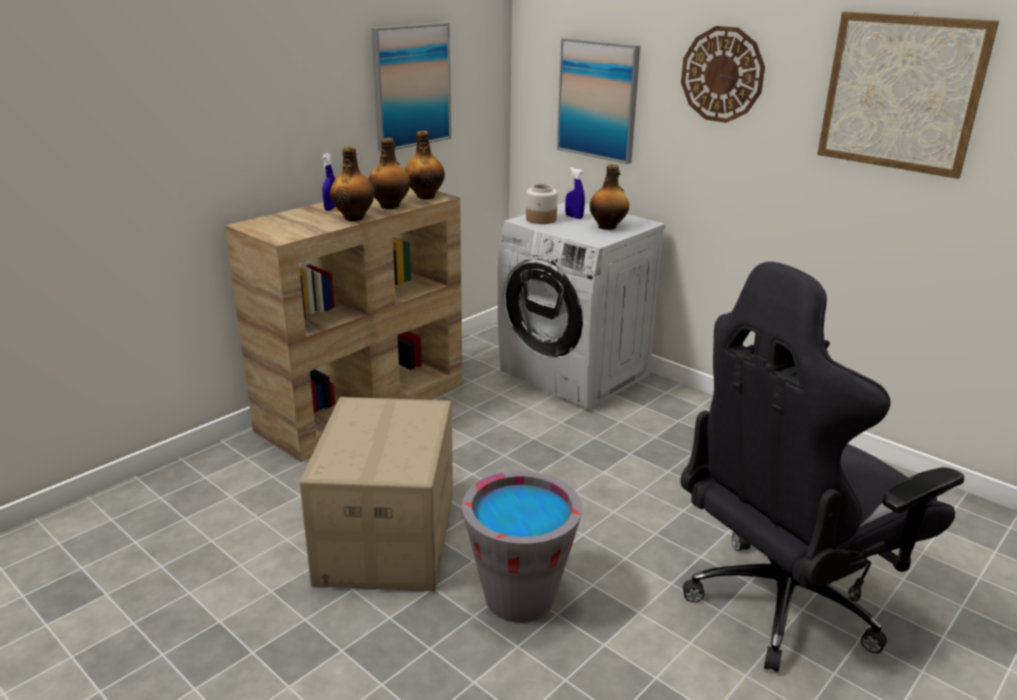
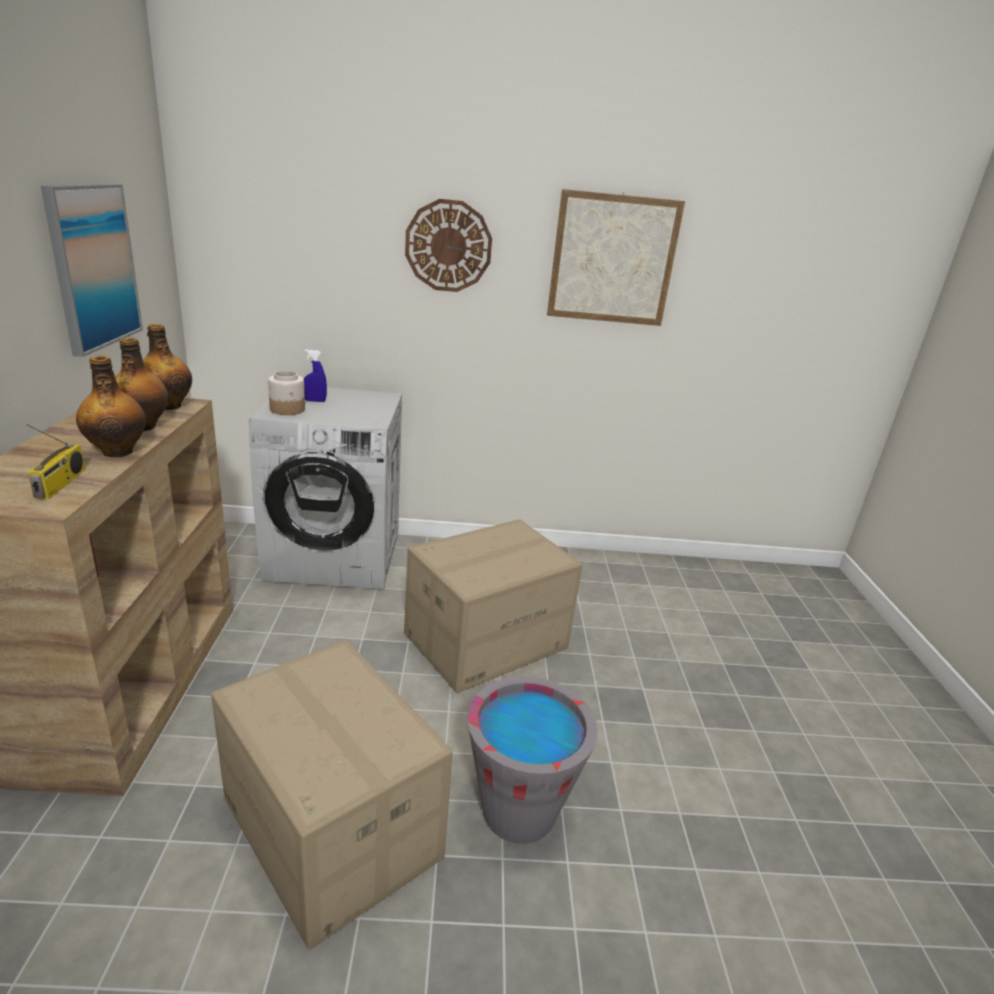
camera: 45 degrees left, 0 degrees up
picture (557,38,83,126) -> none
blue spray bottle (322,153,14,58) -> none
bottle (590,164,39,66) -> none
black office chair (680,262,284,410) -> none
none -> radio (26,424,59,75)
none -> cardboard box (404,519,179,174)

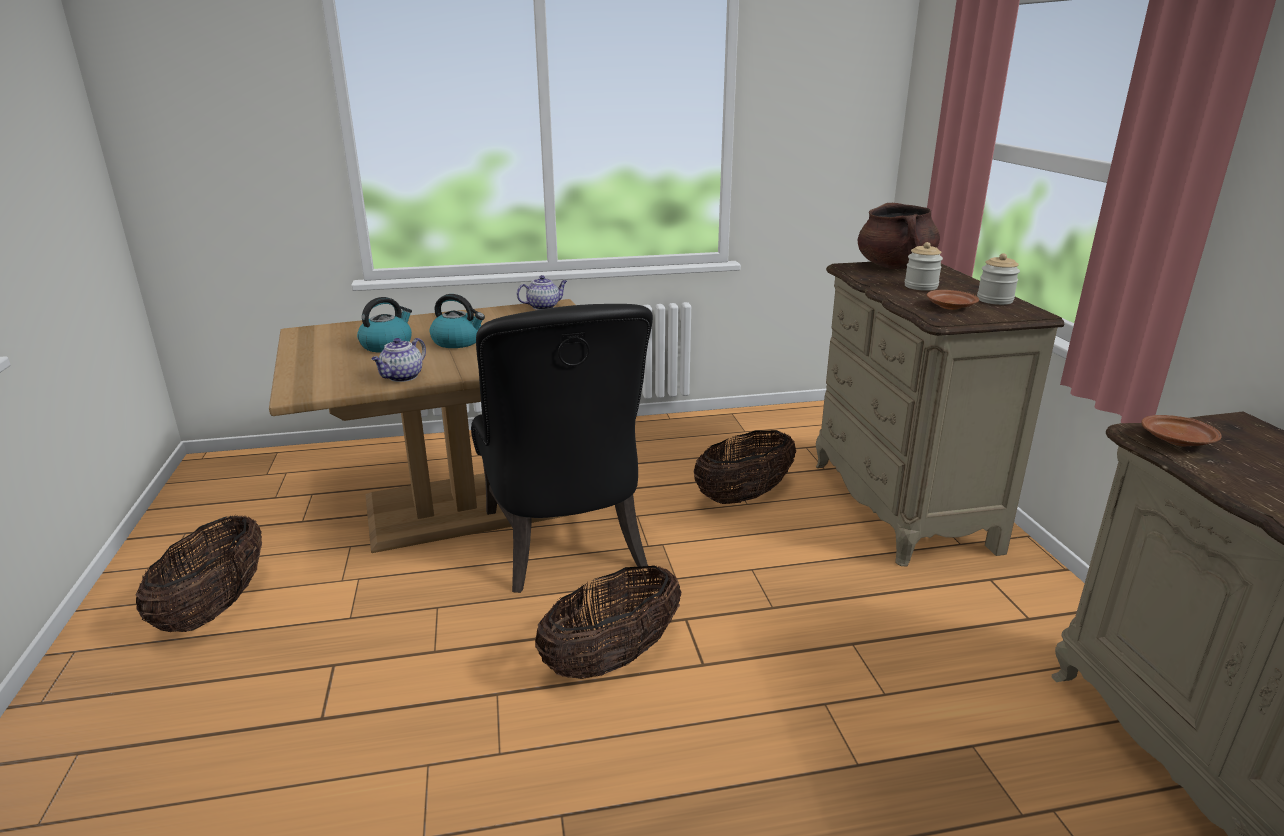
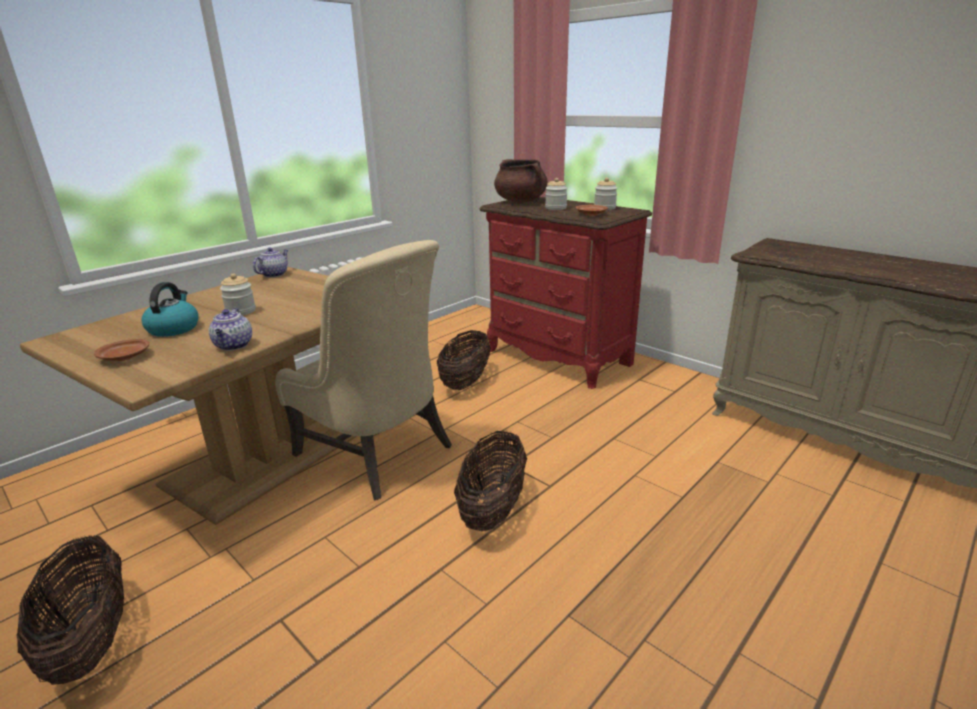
camera: 35 degrees left, 0 degrees up
beige dresser (816,262,249,305) -> red dresser (479,197,173,192)
kettle (430,294,55,54) -> jar (220,273,36,42)
black chair (471,304,182,289) -> beige chair (275,240,177,261)
brown plate (1141,415,80,31) -> brown plate (94,339,55,22), moved

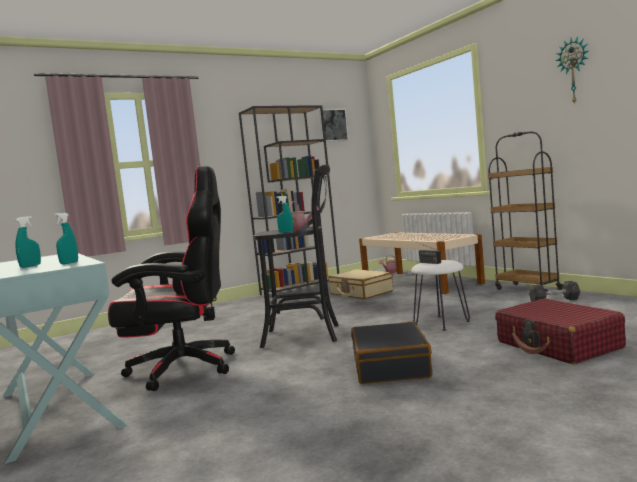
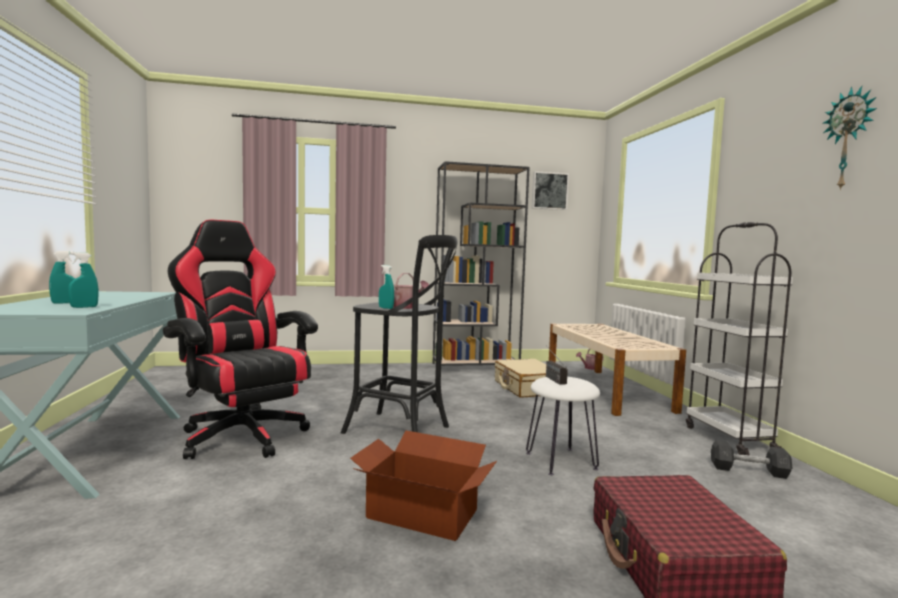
camera: 20 degrees right, 0 degrees up
brown cart (488,132,75,160) -> white cart (686,222,107,234)
black office chair (108,166,127,225) -> black office chair (163,220,155,239), 150 degrees counterclockwise
black suitcase (351,322,81,62) -> cardboard box (350,430,147,111)

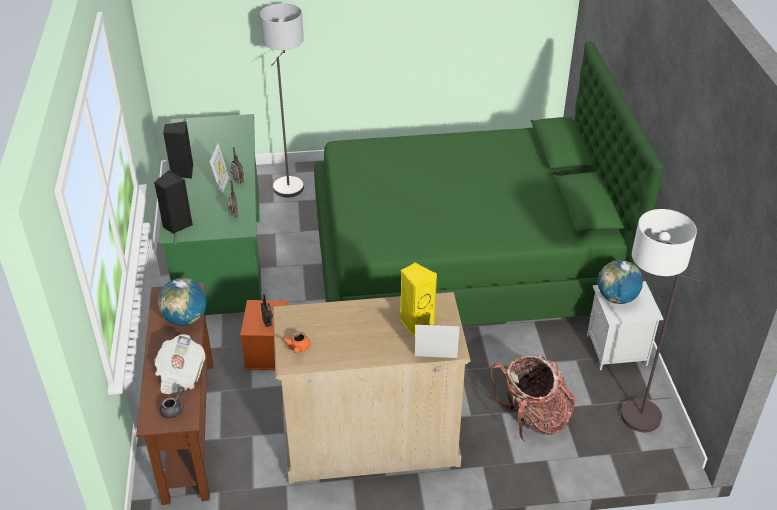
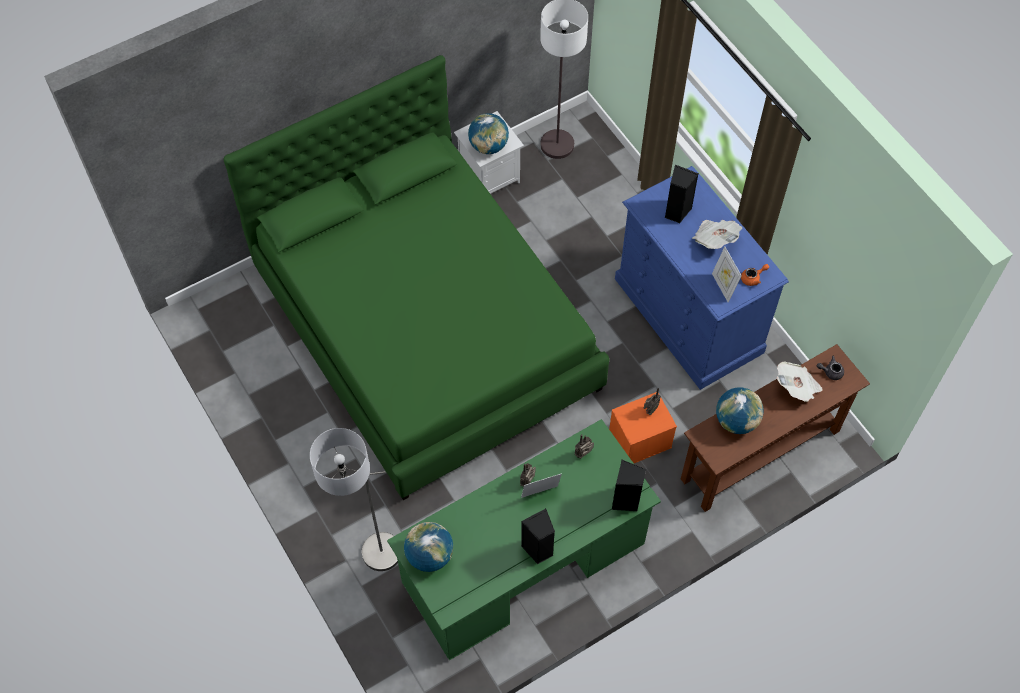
camera: 115 degrees left, 20 degrees up
yellow speaker (400,262,37,75) -> black speaker (665,165,34,58)
beige dresser (273,292,198,191) -> blue dresser (615,166,174,224)
picture frame (415,325,45,33) -> picture frame (712,247,30,55), moved
backpack (491,354,84,88) -> none
none -> newspaper (692,220,50,29)
none -> globe (404,522,49,50)

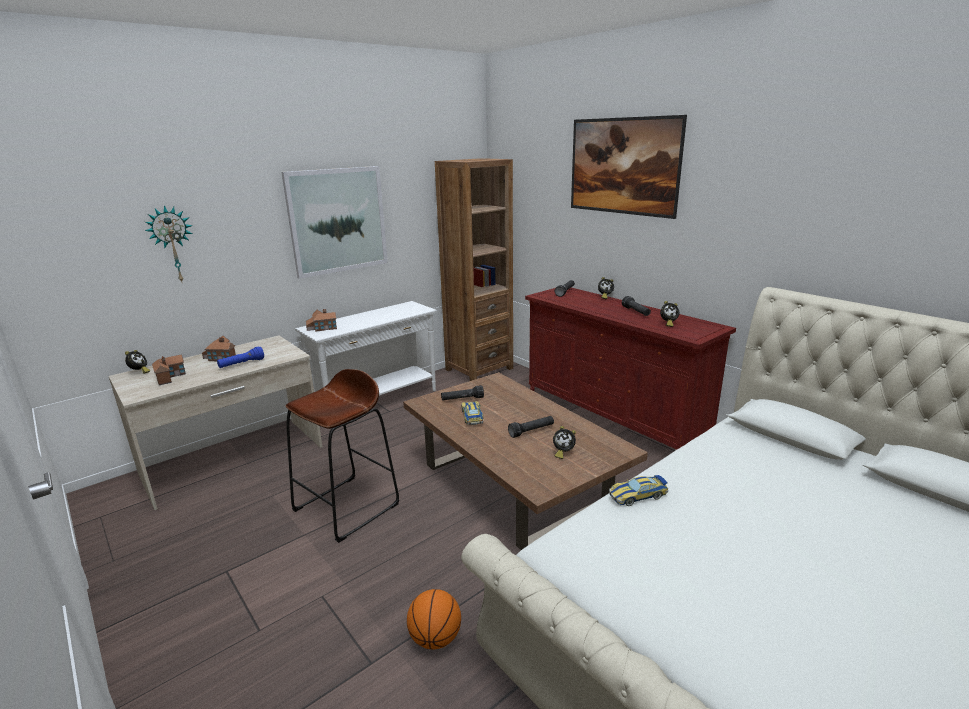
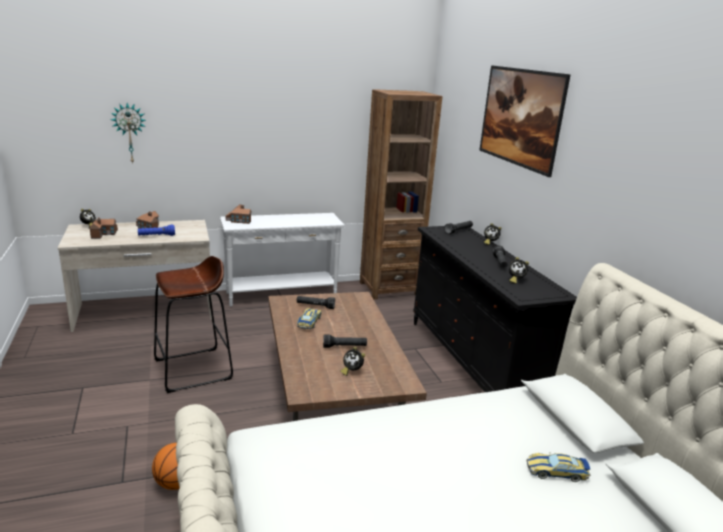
camera: 20 degrees right, 0 degrees up
picture (281,166,107,113) -> none
red dresser (525,288,211,161) -> black dresser (413,226,164,166)
toy car (609,475,59,31) -> toy car (527,453,63,29), moved

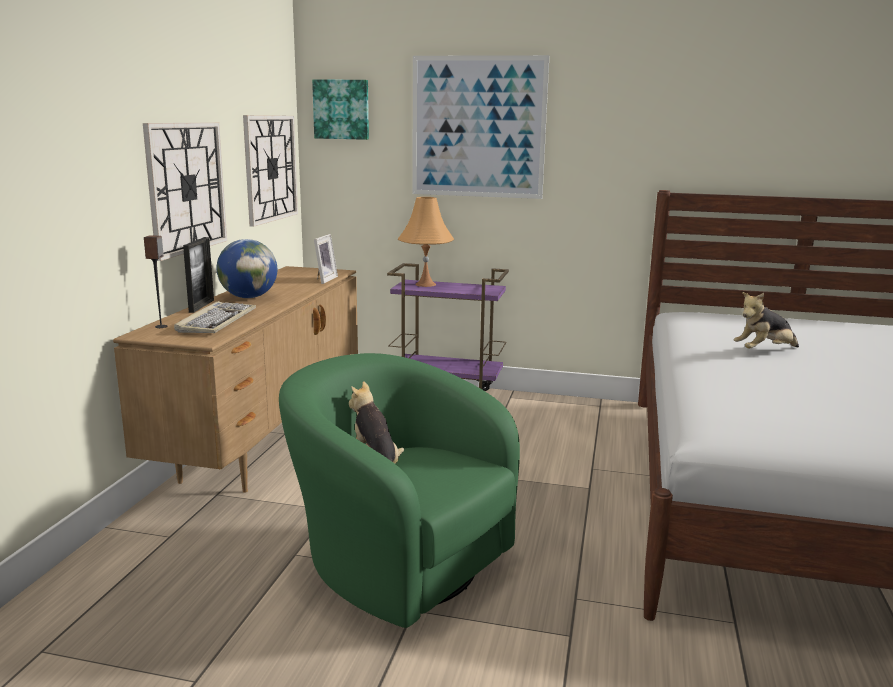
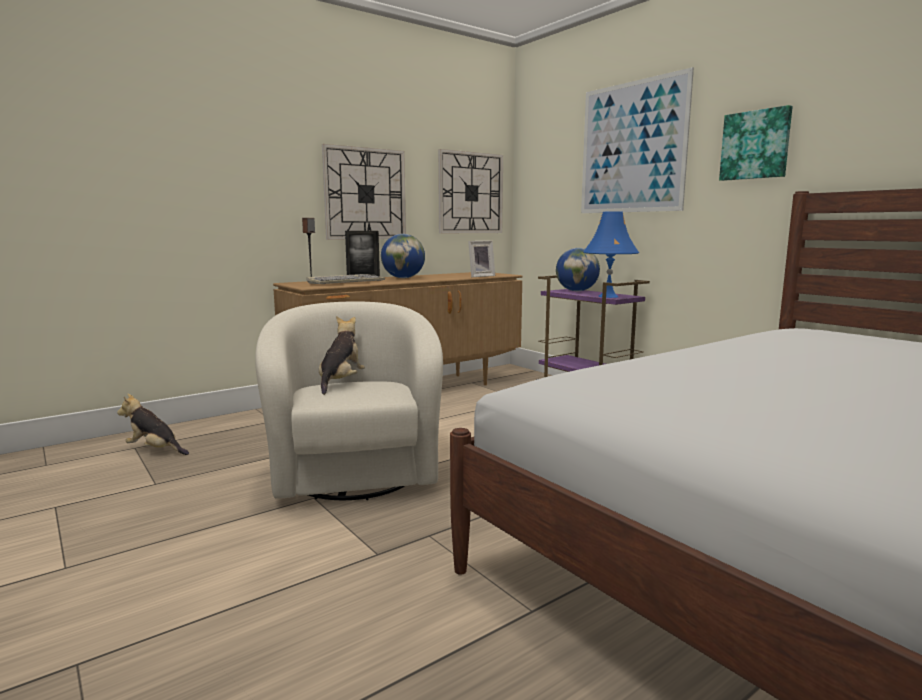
camera: 40 degrees right, 5 degrees down
picture (312,80,57,60) -> picture (719,105,74,76), moved
orange table lamp (398,197,56,90) -> globe (556,248,44,43)
plush toy (734,292,65,57) -> plush toy (117,394,72,61), moved
green armchair (279,353,241,275) -> beige armchair (255,301,188,199)
none -> blue table lamp (583,211,56,87)

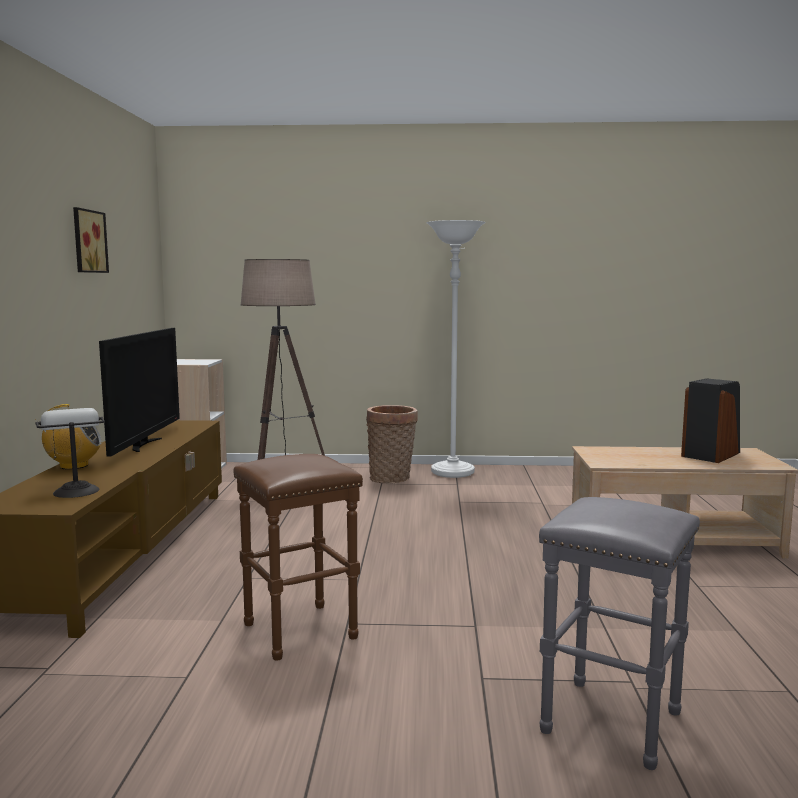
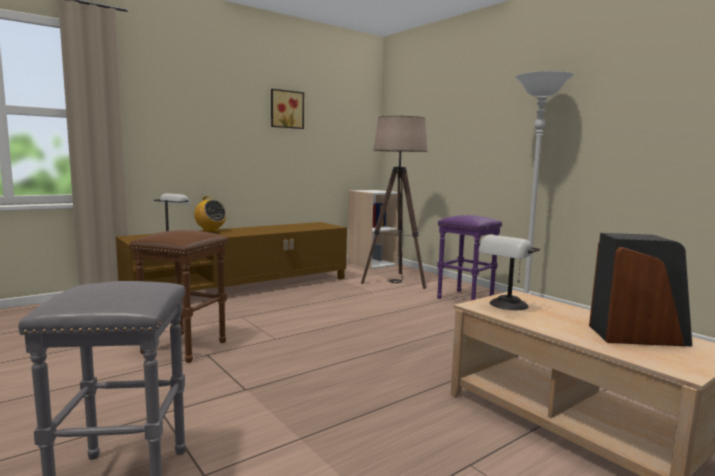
camera: 50 degrees right, 0 degrees up
television (99,328,81,129) -> none
basket (366,405,52,78) -> purple stool (437,215,65,86)
none -> table lamp (478,235,62,75)

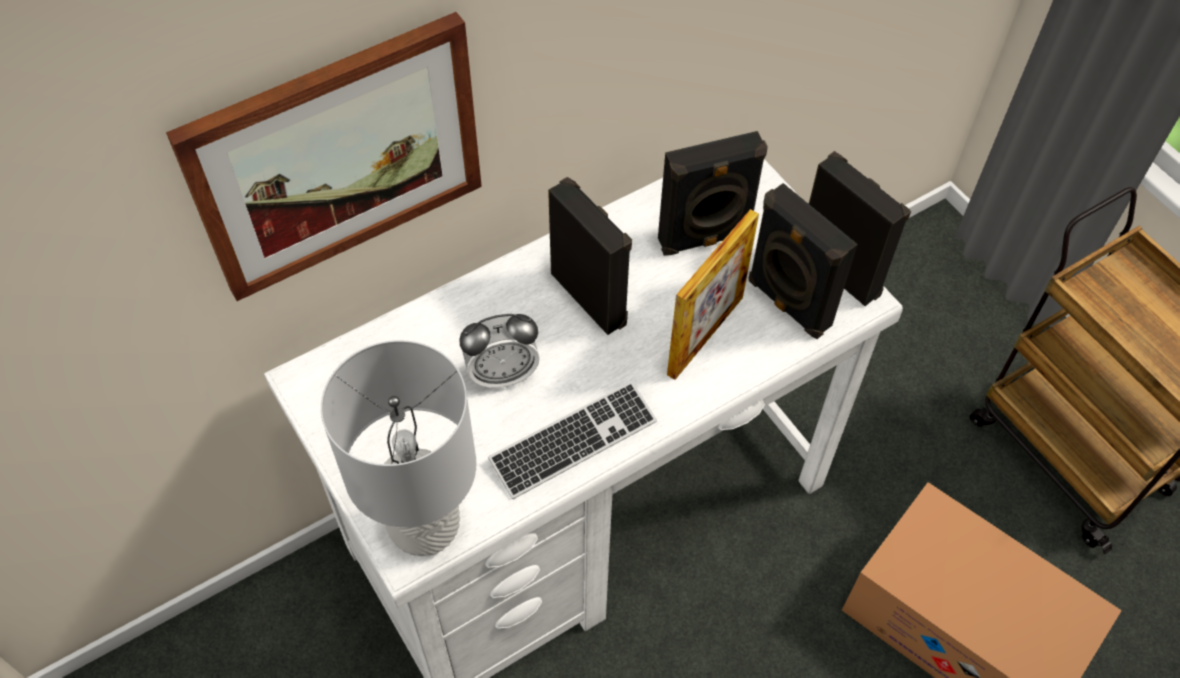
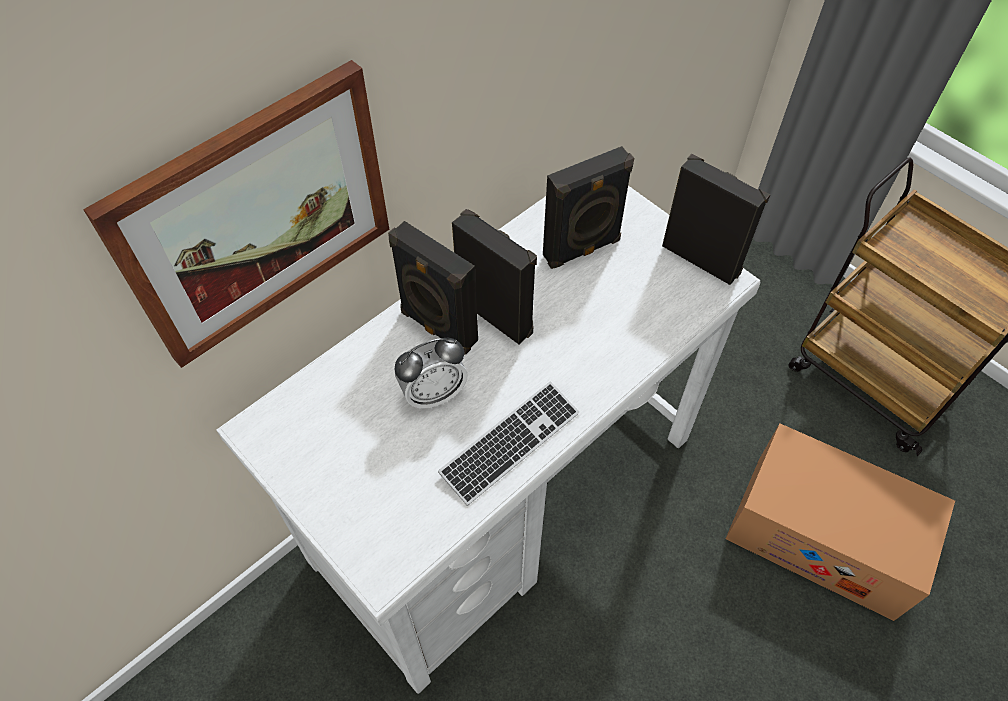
camera: 10 degrees left, 0 degrees up
black speaker (748,183,110,156) -> black speaker (388,221,90,134), moved
picture frame (667,209,92,171) -> none
grey table lamp (321,340,155,216) -> none

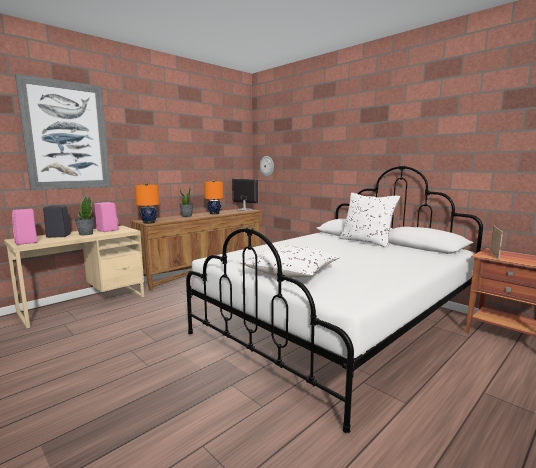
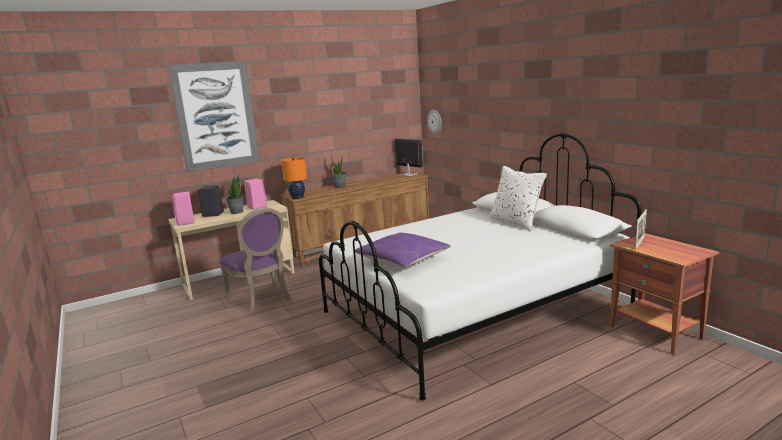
camera: 15 degrees right, 5 degrees up
orange table lamp (204,180,20,34) -> none
white pillow (240,246,100,32) -> purple pillow (355,233,96,34)
none -> purple chair (220,207,72,107)

